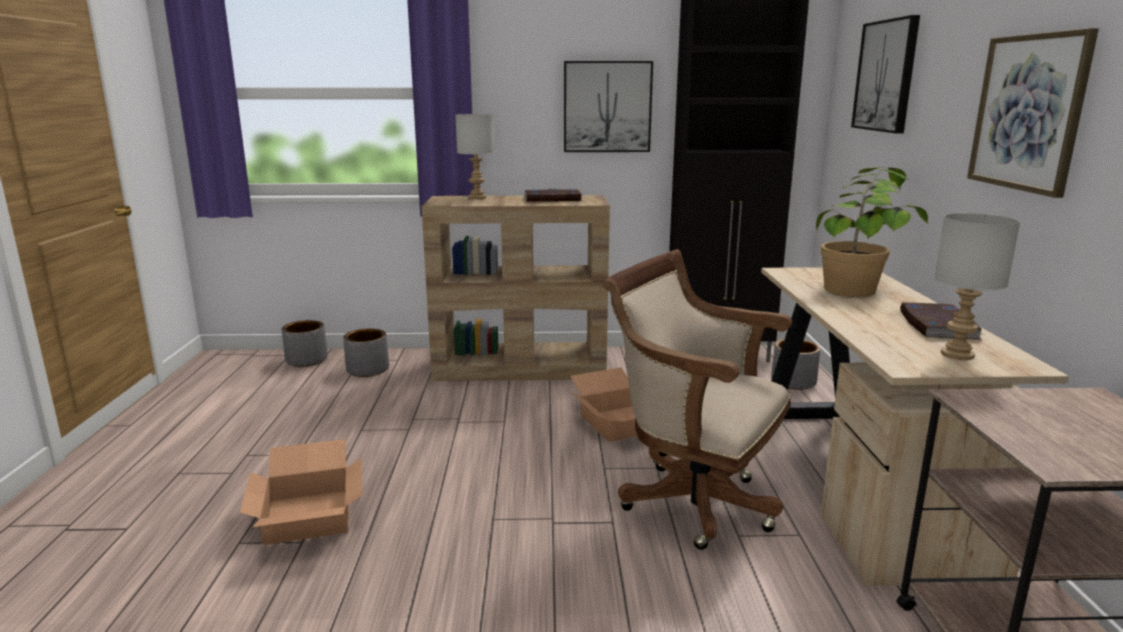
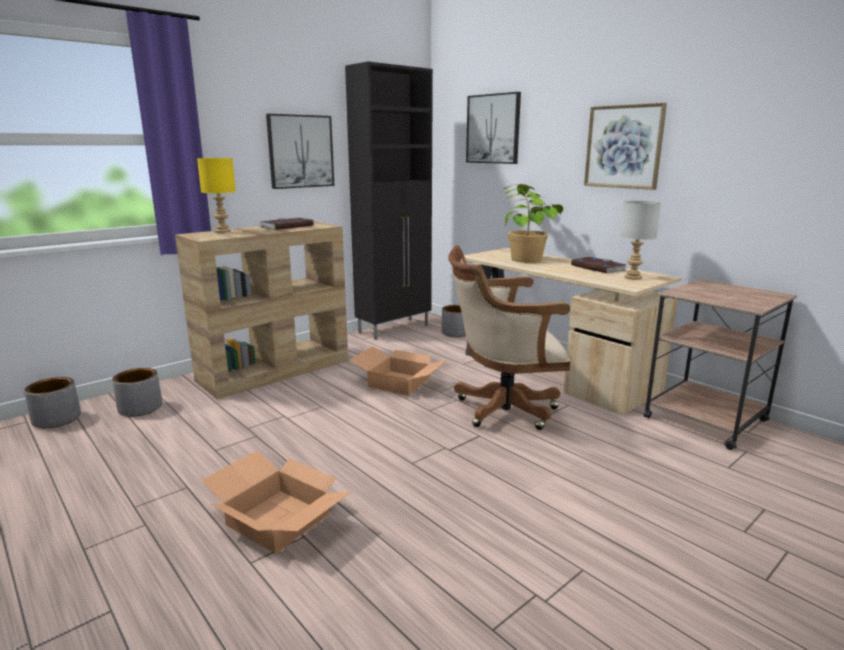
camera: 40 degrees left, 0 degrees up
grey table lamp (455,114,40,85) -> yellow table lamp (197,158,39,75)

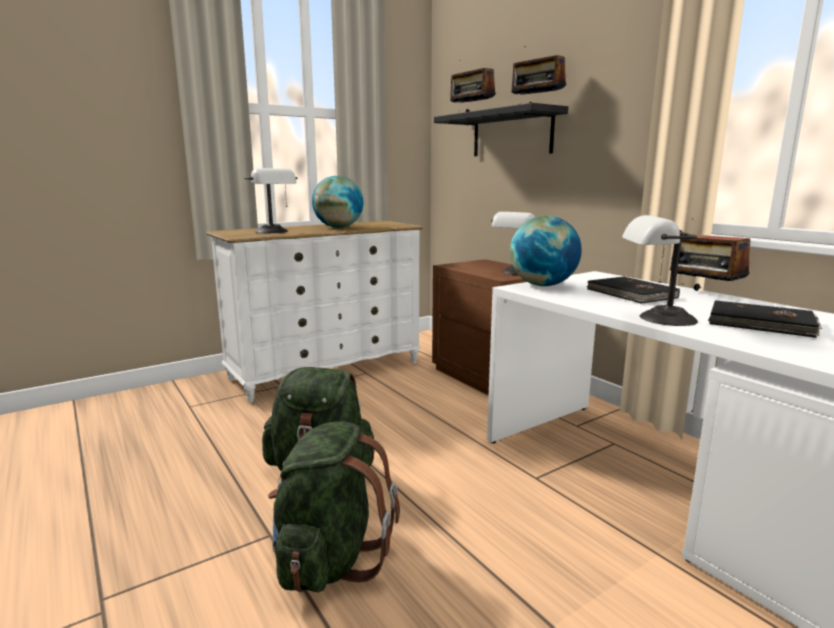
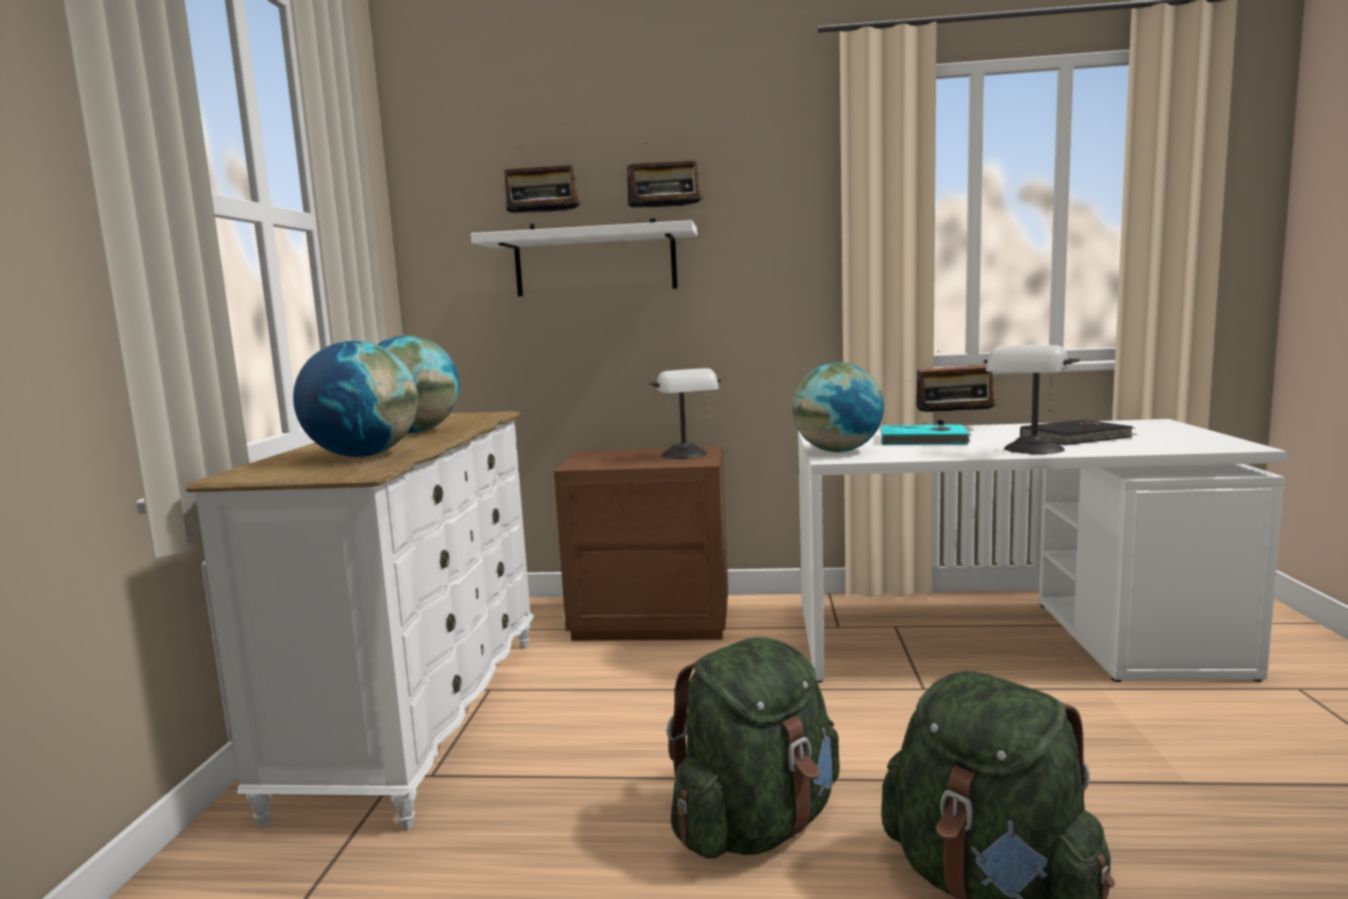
camera: 50 degrees left, 5 degrees down
black shelf (434,103,134,53) -> white shelf (471,220,226,76)
table lamp (244,168,54,65) -> globe (293,341,125,116)
black book (586,276,94,28) -> turquoise book (881,424,91,21)

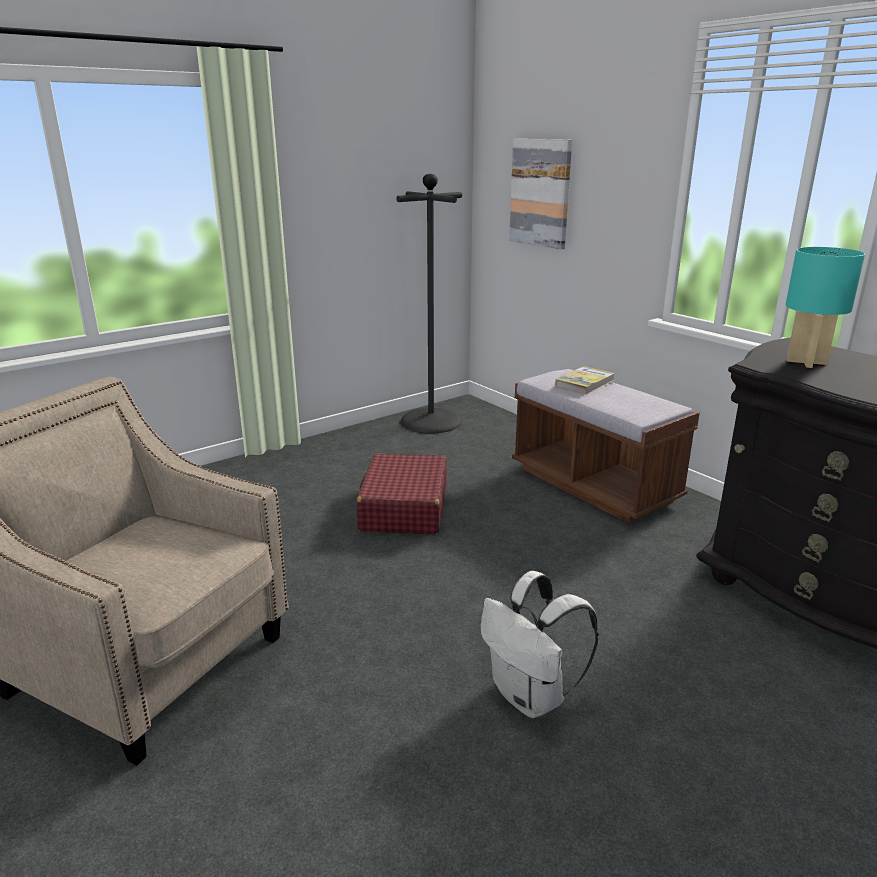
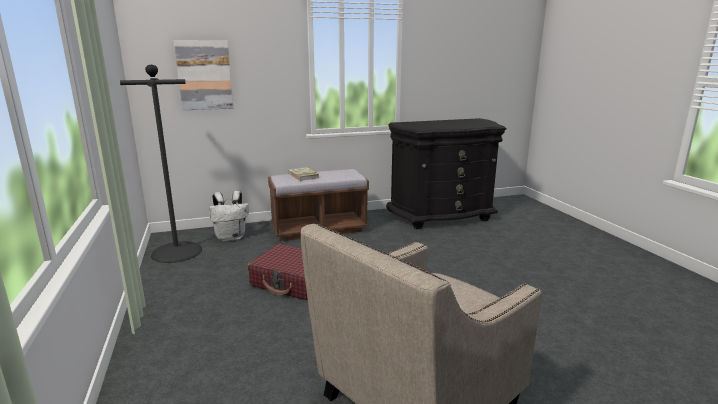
camera: 70 degrees left, 5 degrees down
turquoise table lamp (786,247,79,121) -> none
white backpack (480,571,119,147) -> white backpack (209,191,40,51), moved

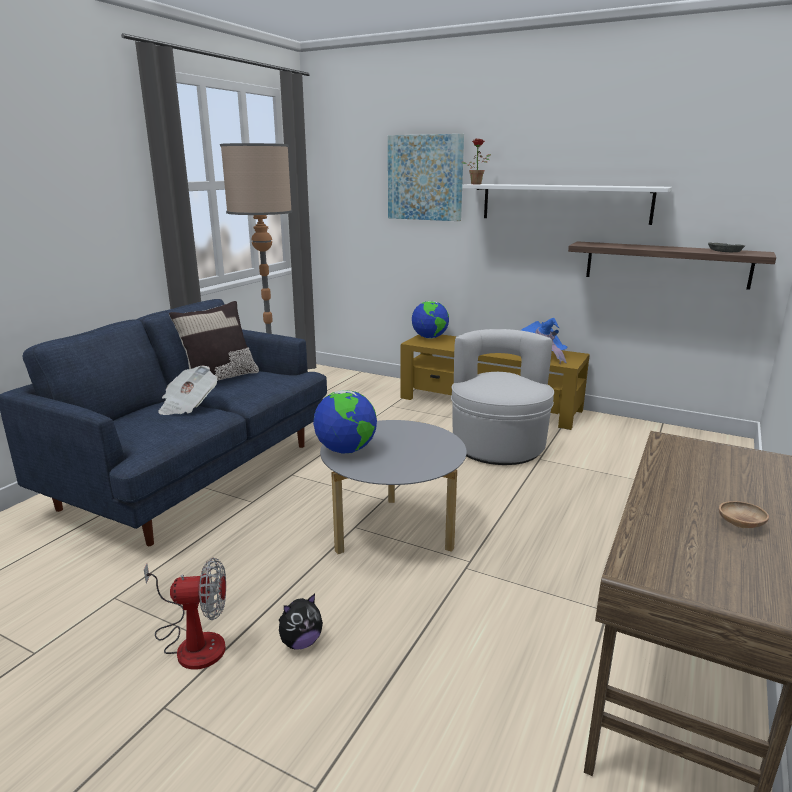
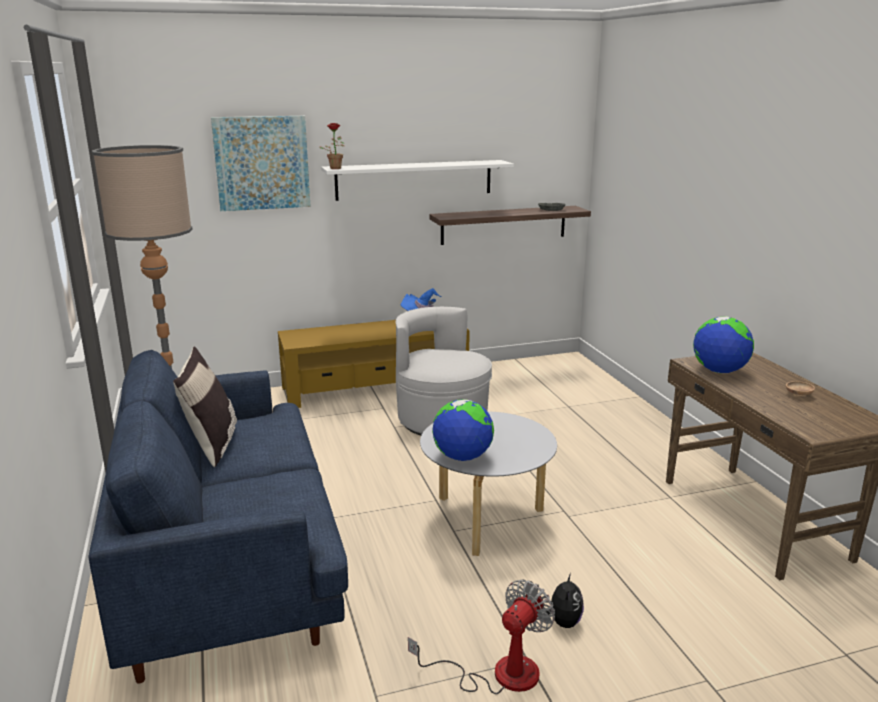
camera: 45 degrees left, 0 degrees up
globe (412,301,37,38) -> globe (693,316,61,57), moved
newspaper (158,366,59,49) -> none

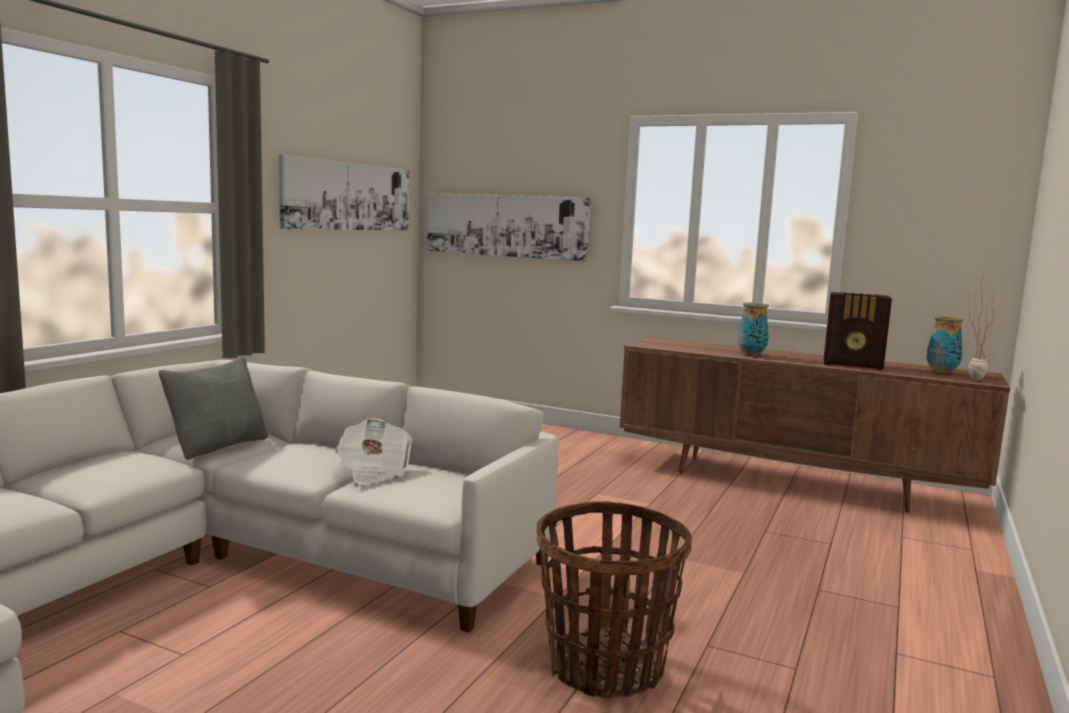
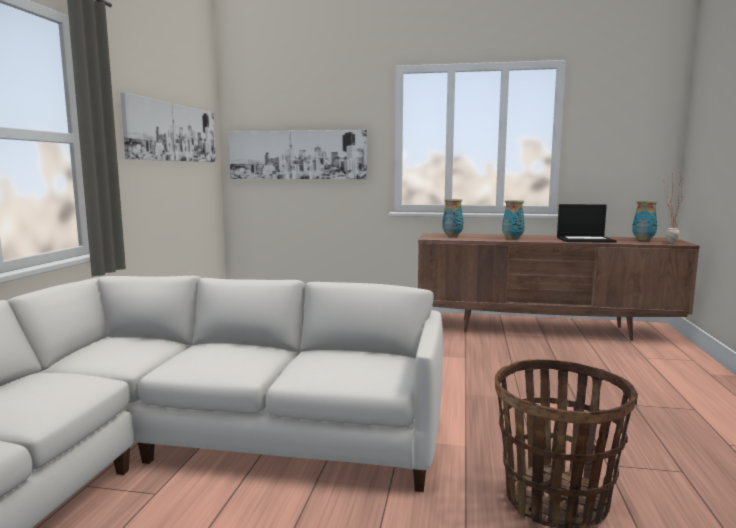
camera: 15 degrees left, 0 degrees up
radio (824,292,68,78) -> laptop (557,204,60,39)
grey pillow (159,356,109,104) -> none
newspaper (335,418,77,67) -> none
none -> vase (442,199,21,38)

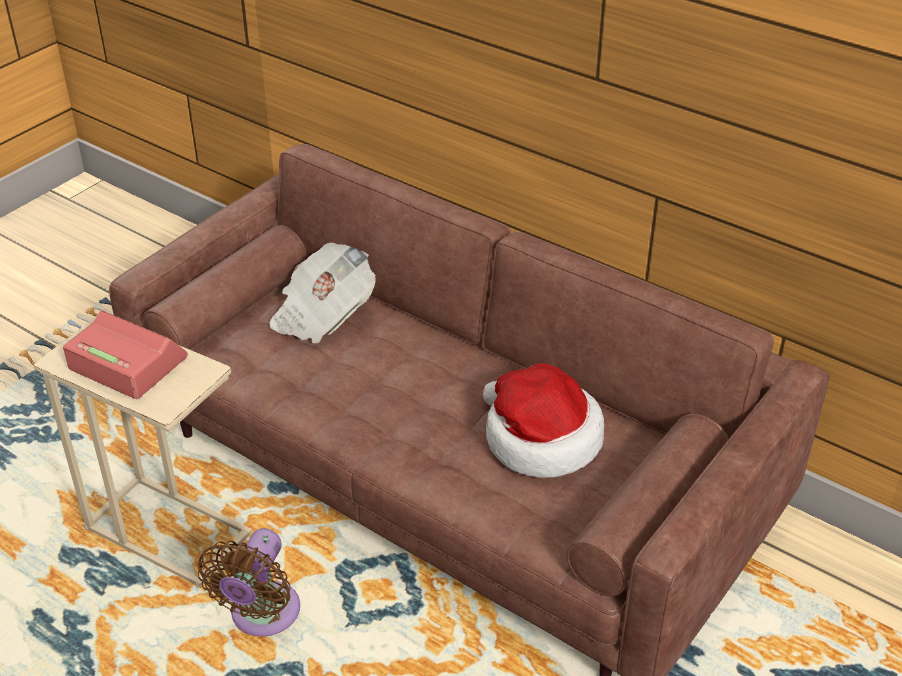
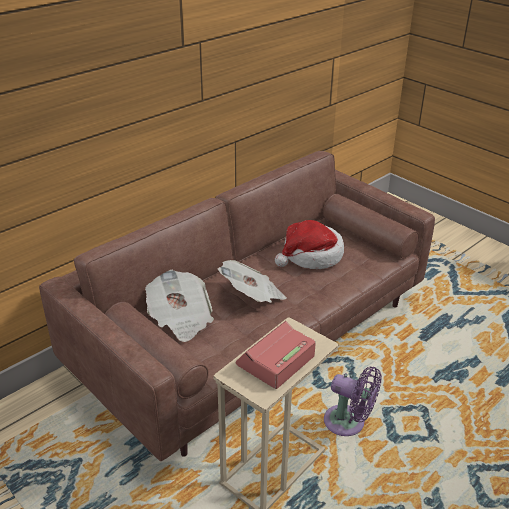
camera: 80 degrees left, 5 degrees down
brown fan (198,528,102,109) -> purple fan (324,367,58,69)
none -> newspaper (217,260,70,43)

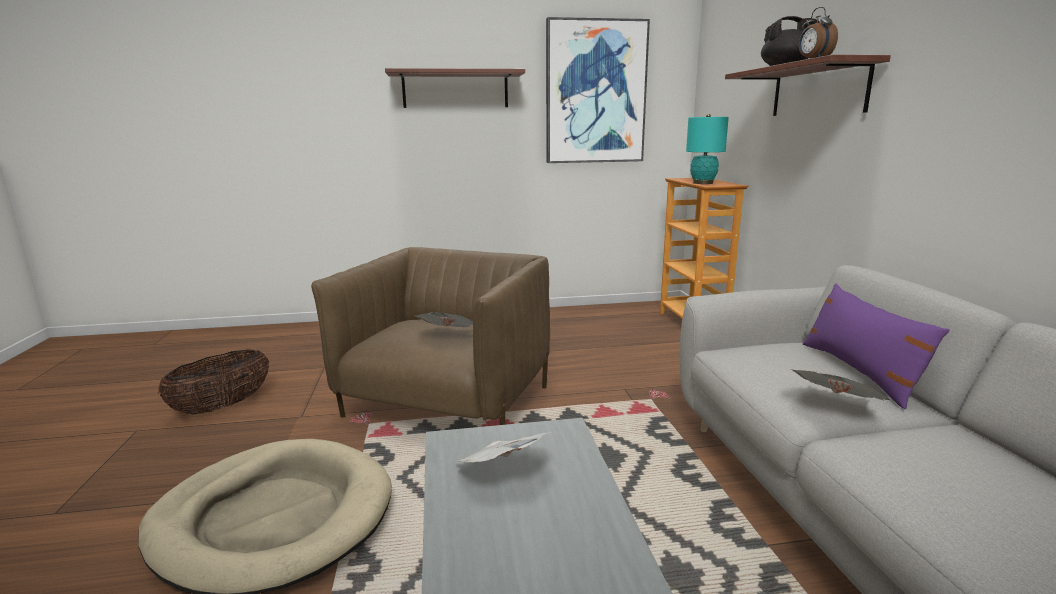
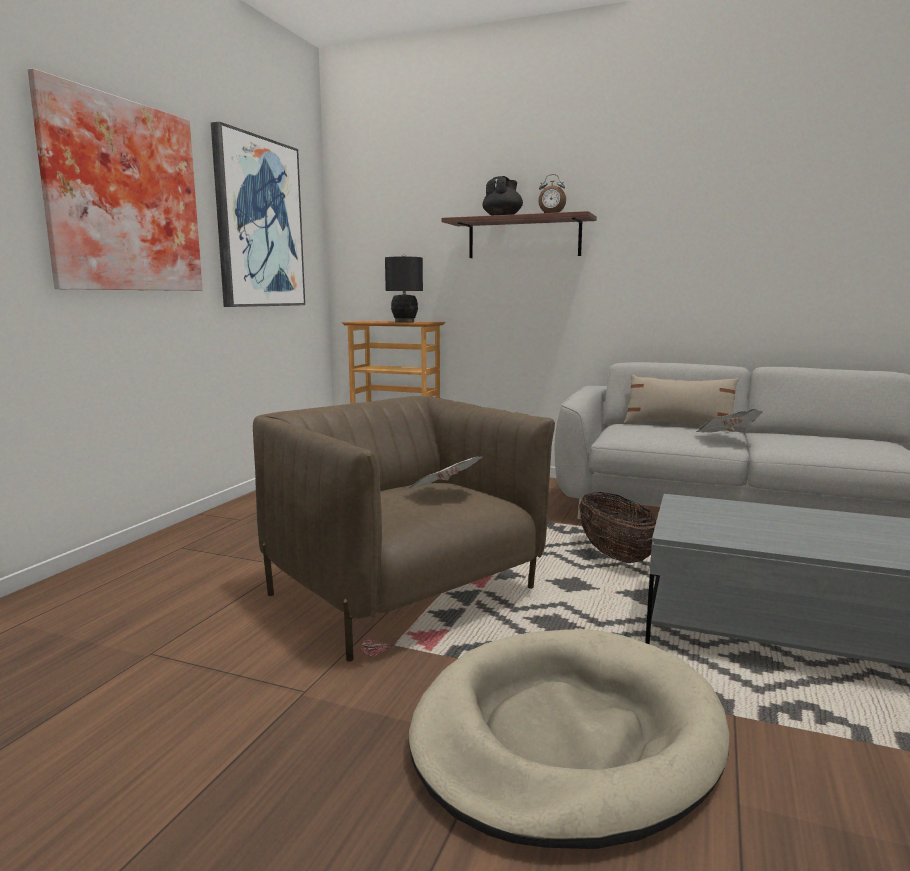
camera: 60 degrees left, 5 degrees down
shelf (385,68,140,40) -> picture (28,68,175,223)
turquoise table lamp (686,114,43,70) -> black table lamp (385,254,38,69)
purple pillow (803,283,147,126) -> beige pillow (624,374,115,58)
basket (158,349,111,66) -> basket (579,492,77,71), moved
newspaper (455,432,96,31) -> none

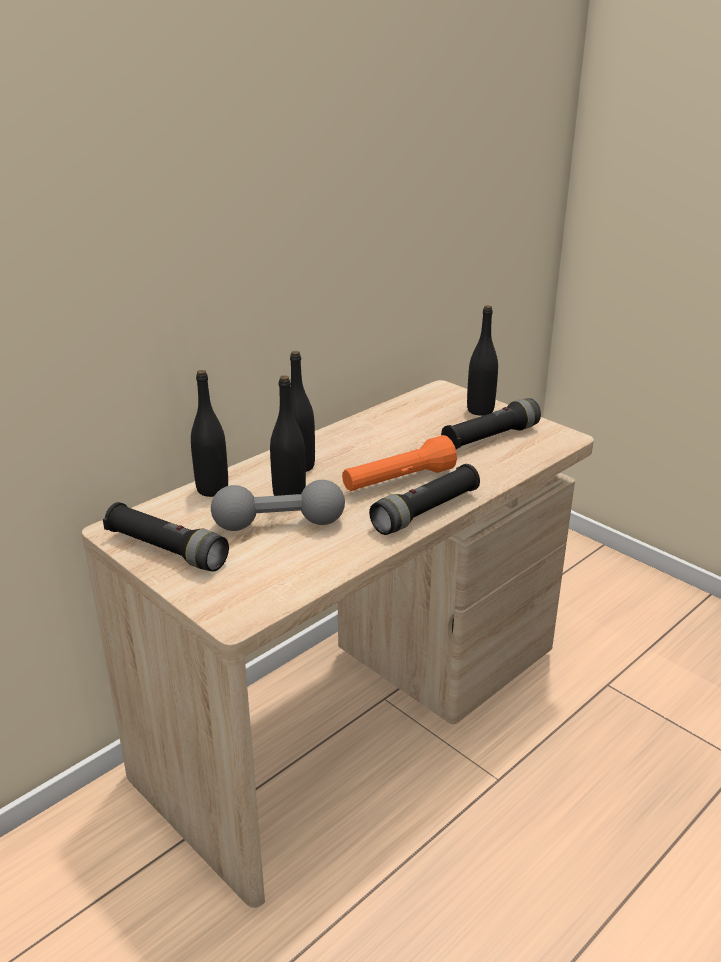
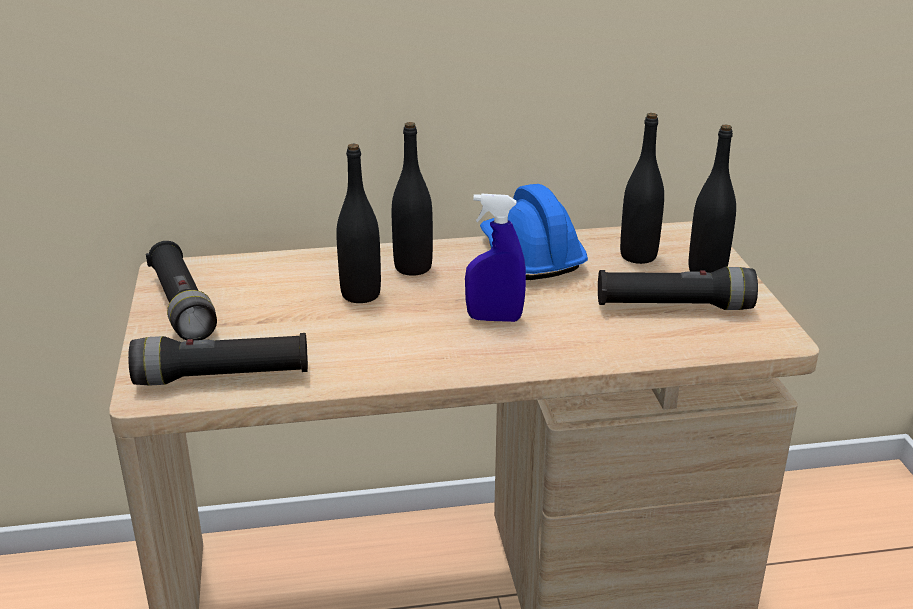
camera: 35 degrees right, 0 degrees up
black bottle (191,370,37,127) -> black bottle (620,113,44,151), moved
orange flashlight (342,435,115,56) -> blue spray bottle (465,193,61,129)
black flashlight (369,464,111,71) -> black flashlight (128,333,180,53), moved
grey dumbbell (211,480,134,51) -> none
none -> blue hard hat (480,184,108,96)

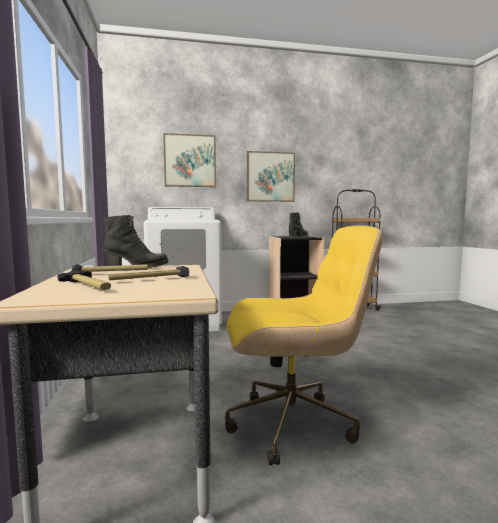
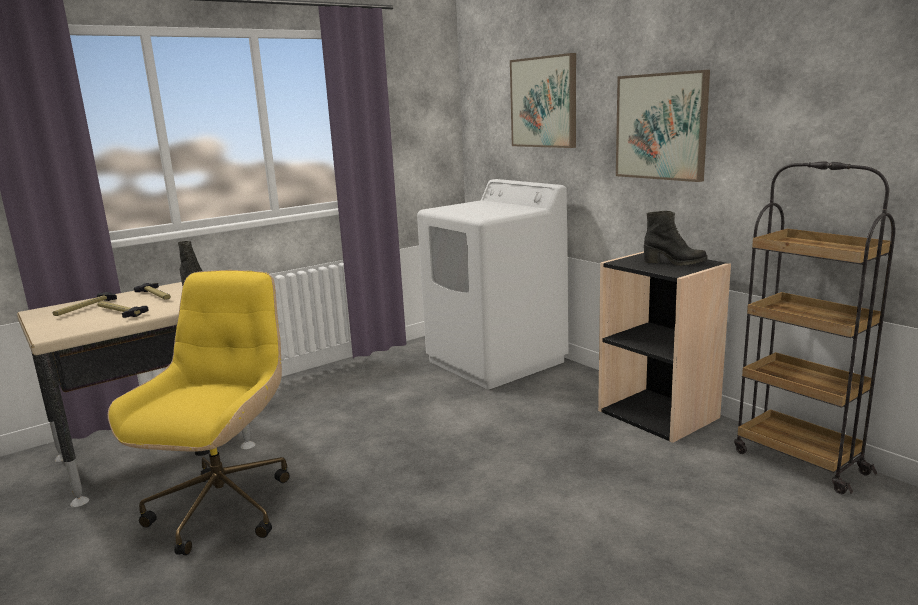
camera: 65 degrees right, 10 degrees up
yellow office chair (225,225,158,240) -> yellow office chair (108,270,182,285), 135 degrees counterclockwise

